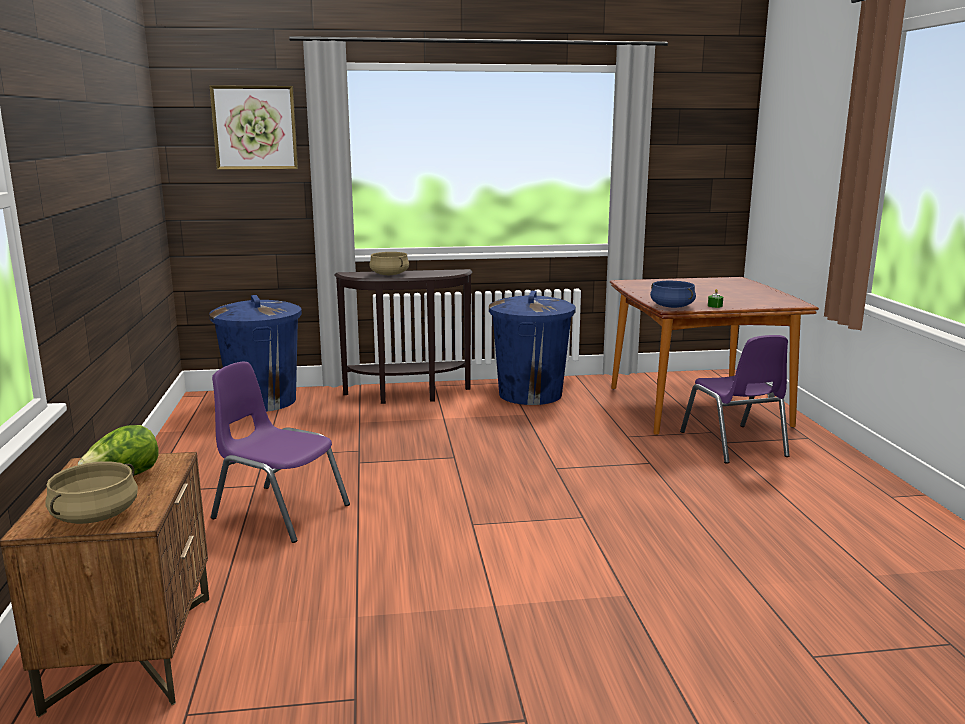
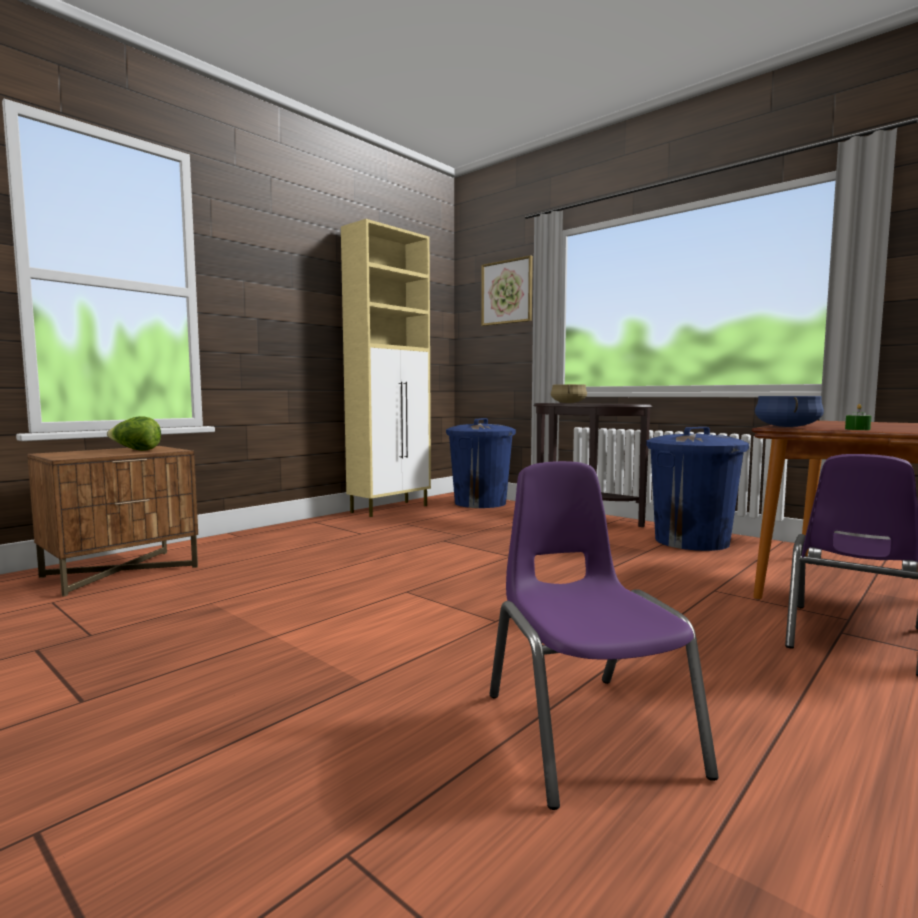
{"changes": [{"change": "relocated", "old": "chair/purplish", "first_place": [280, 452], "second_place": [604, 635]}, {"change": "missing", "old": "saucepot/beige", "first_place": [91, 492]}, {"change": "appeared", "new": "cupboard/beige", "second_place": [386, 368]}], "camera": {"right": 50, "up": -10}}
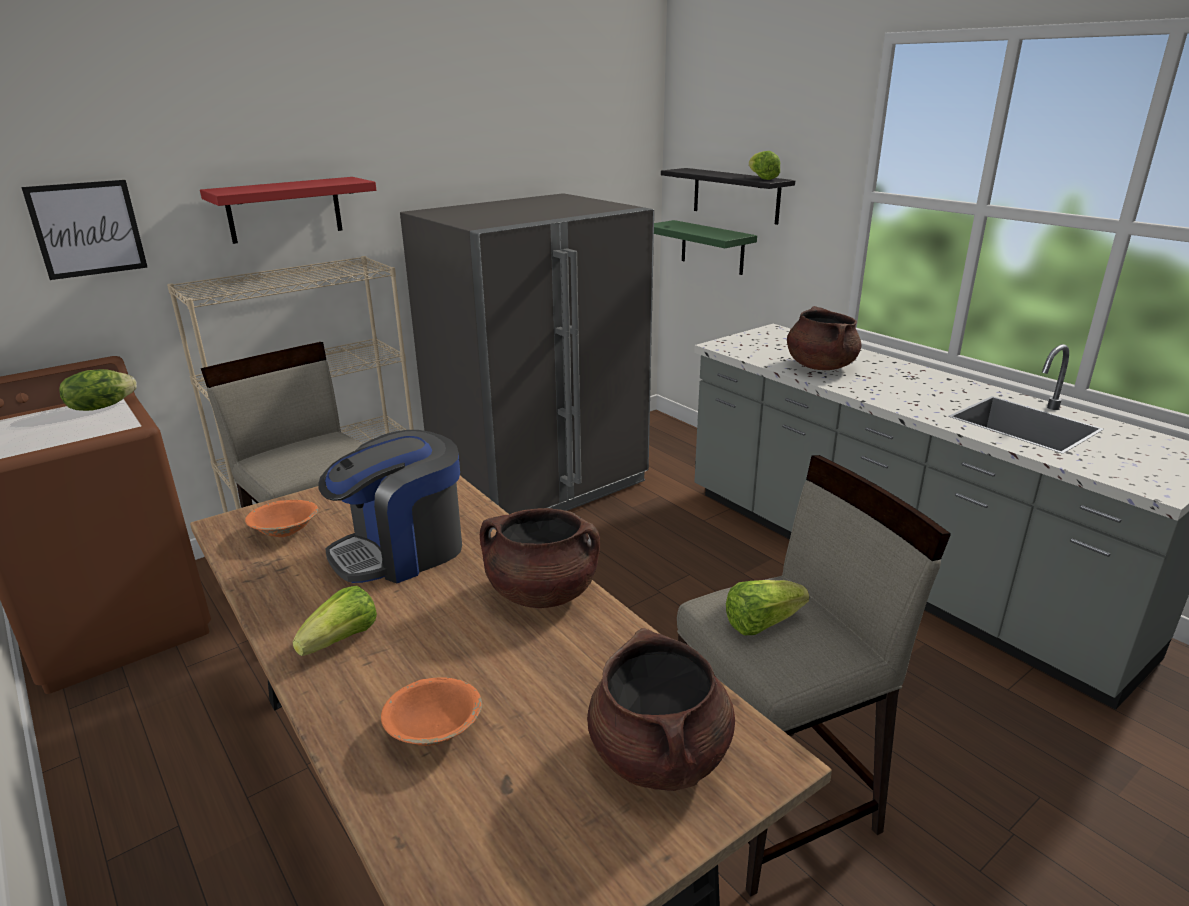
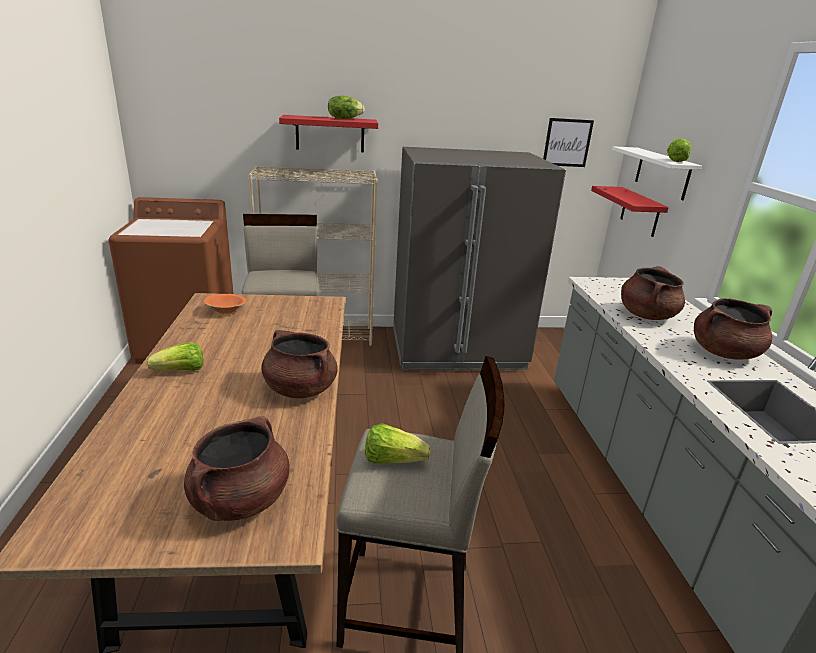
{"changes": [{"change": "colour", "old": "bracket shelf/blackish", "new": "bracket shelf/white", "first_place": [728, 196], "second_place": [657, 173]}, {"change": "relocated", "old": "wall picture", "first_place": [84, 230], "second_place": [568, 142]}, {"change": "colour", "old": "bracket shelf/green", "new": "bracket shelf/red", "first_place": [705, 247], "second_place": [630, 211]}, {"change": "relocated", "old": "lettuce", "first_place": [98, 390], "second_place": [346, 107]}, {"change": "missing", "old": "coffee brewer", "first_place": [390, 506]}, {"change": "missing", "old": "serving bowl/orange-coloured", "first_place": [431, 711]}, {"change": "appeared", "new": "saucepot/brown-coloured", "second_place": [733, 328]}], "camera": {"right": 30, "up": 0}}
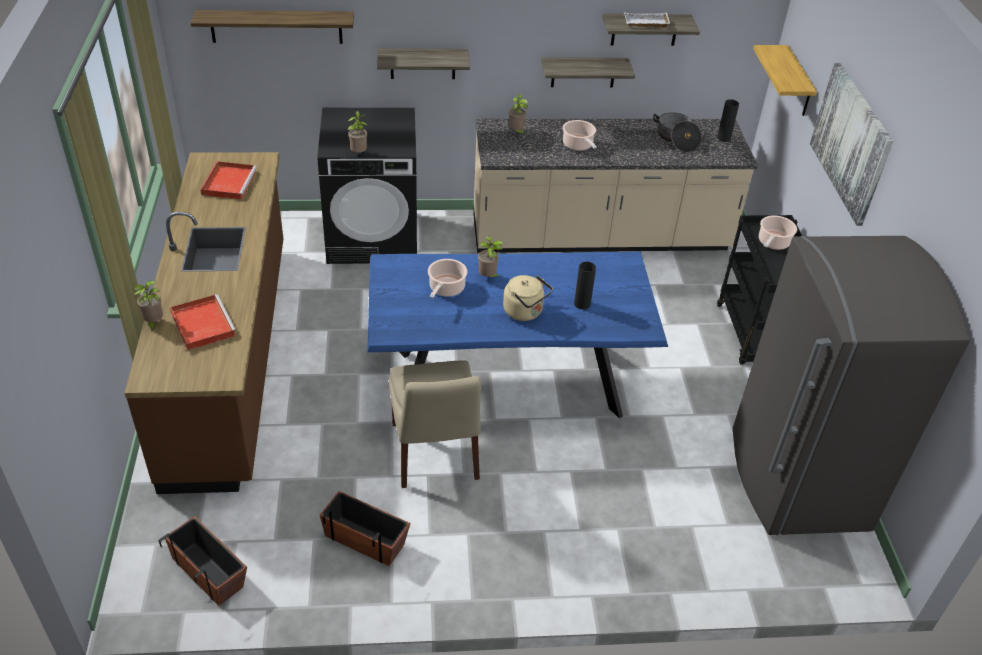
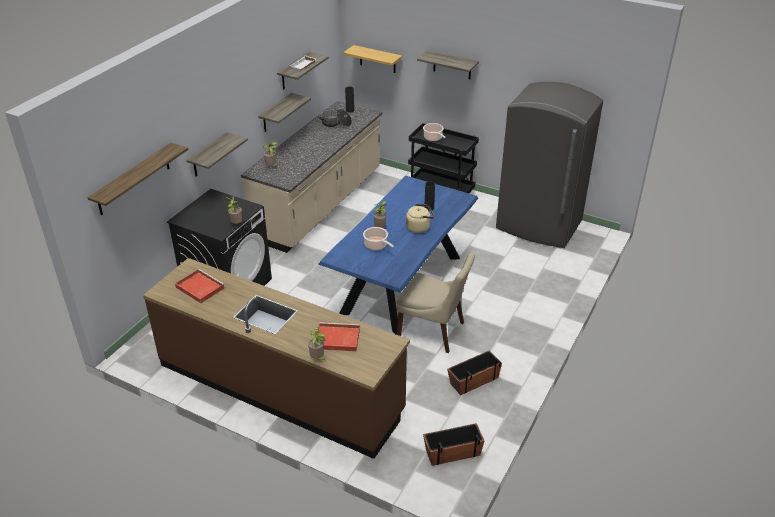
{"changes": [{"change": "exchanged", "old": "wall picture", "new": "bracket shelf", "first_place": [851, 144], "second_place": [448, 64]}, {"change": "missing", "old": "saucepot", "first_place": [580, 135]}], "camera": {"right": -55, "up": -5}}
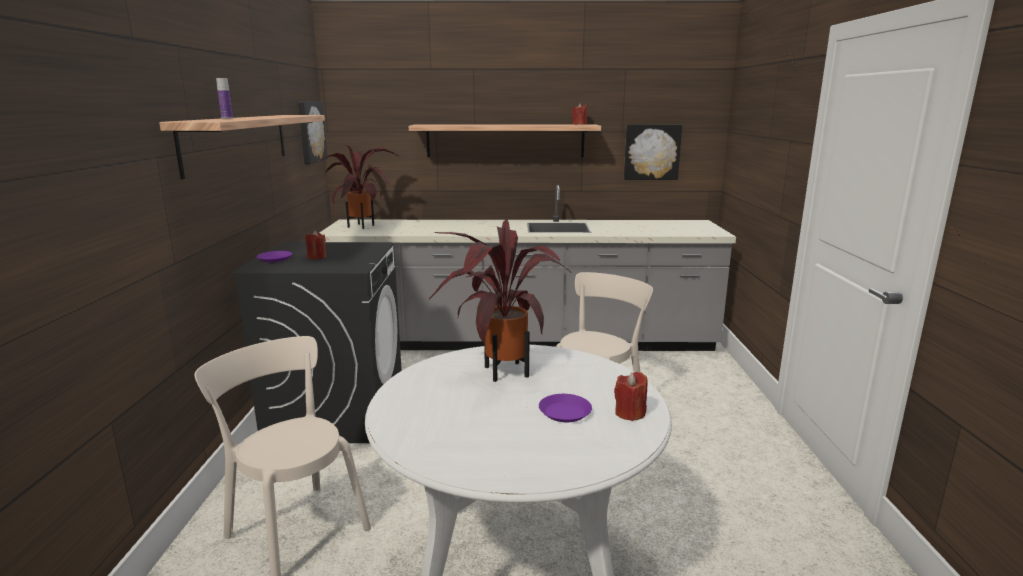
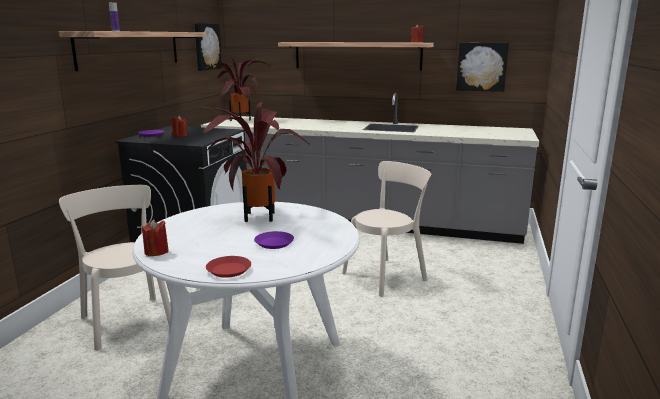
{"changes": [{"change": "relocated", "old": "wax candle/red", "first_place": [630, 396], "second_place": [155, 238]}, {"change": "appeared", "new": "plate/red", "second_place": [228, 267]}], "camera": {"right": 15, "up": 0}}
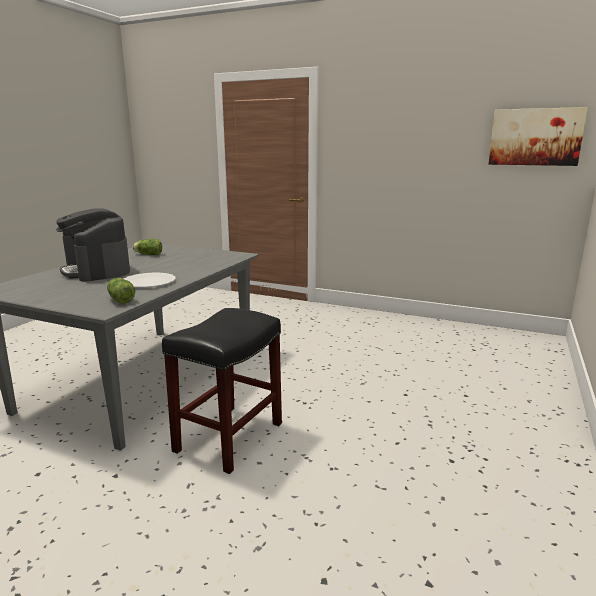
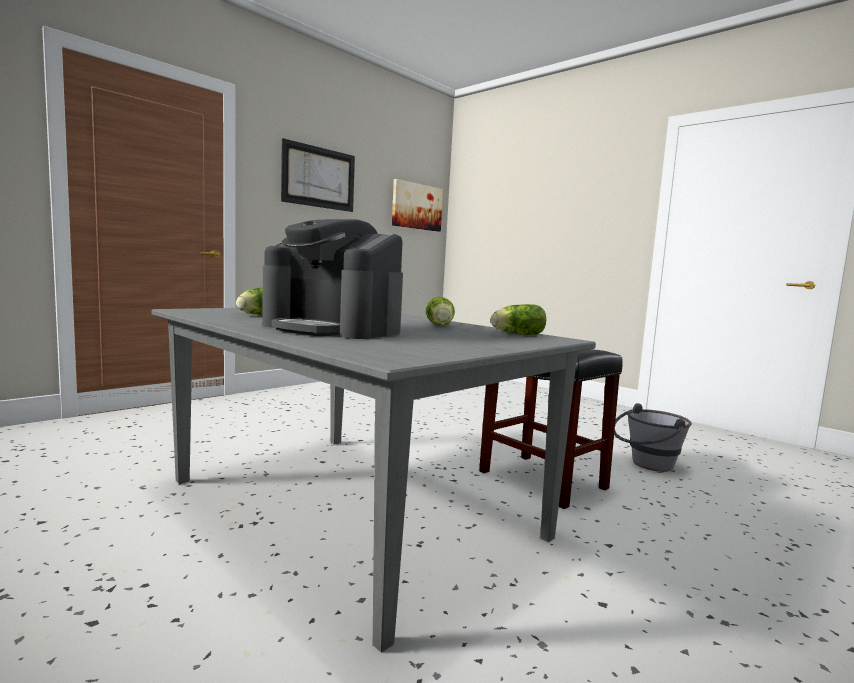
{"changes": [{"change": "spun", "old": "coffee brewer", "first_place": [93, 245], "second_place": [332, 279], "degrees": 45}, {"change": "exchanged", "old": "plate/white", "new": "lettuce", "first_place": [150, 280], "second_place": [440, 311]}, {"change": "appeared", "new": "wall picture", "second_place": [318, 175]}, {"change": "appeared", "new": "pail/grey", "second_place": [653, 437]}], "camera": {"right": -70, "up": -10}}
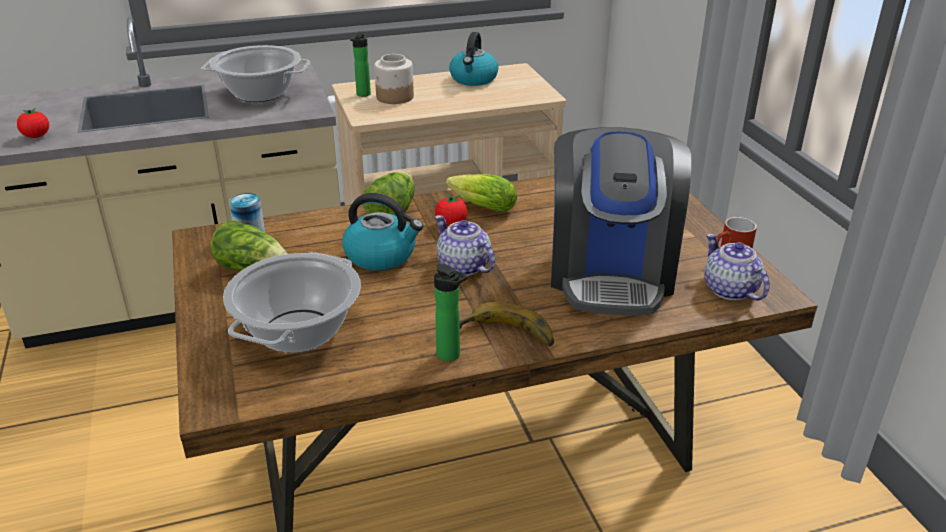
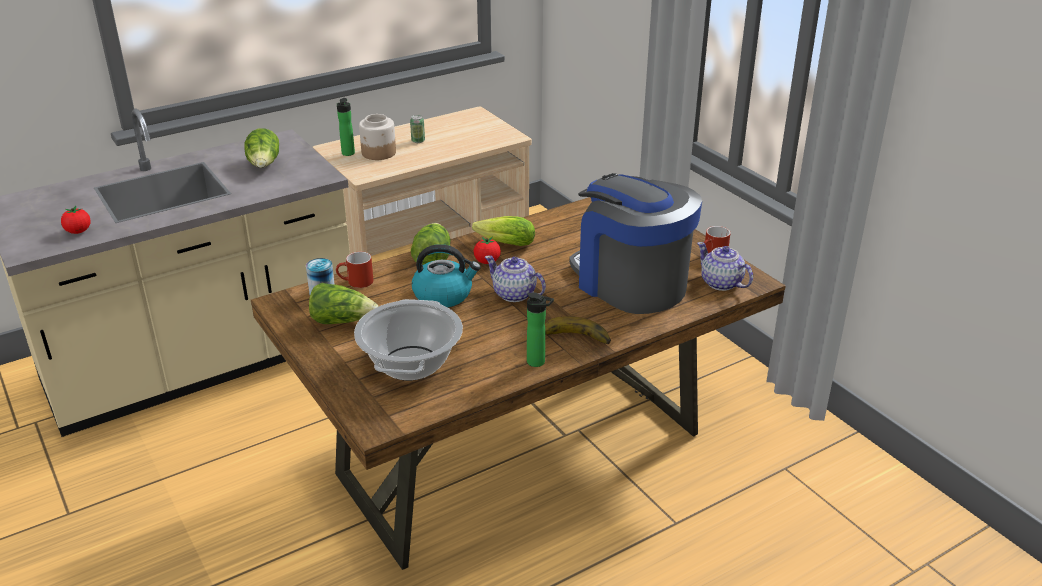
{"changes": [{"change": "missing", "old": "kettle", "first_place": [473, 59]}, {"change": "exchanged", "old": "saucepot", "new": "lettuce", "first_place": [255, 73], "second_place": [261, 148]}, {"change": "spun", "old": "coffee brewer", "first_place": [621, 221], "second_place": [635, 243], "degrees": 150}, {"change": "appeared", "new": "sealed can", "second_place": [417, 129]}, {"change": "appeared", "new": "tea mug/red", "second_place": [354, 270]}], "camera": {"right": -15, "up": 0}}
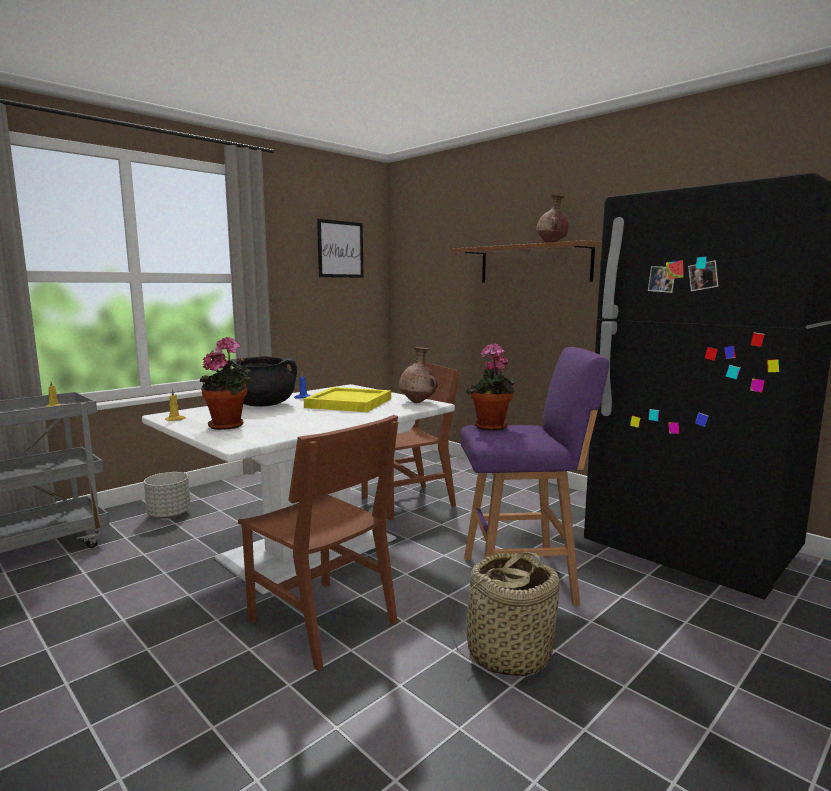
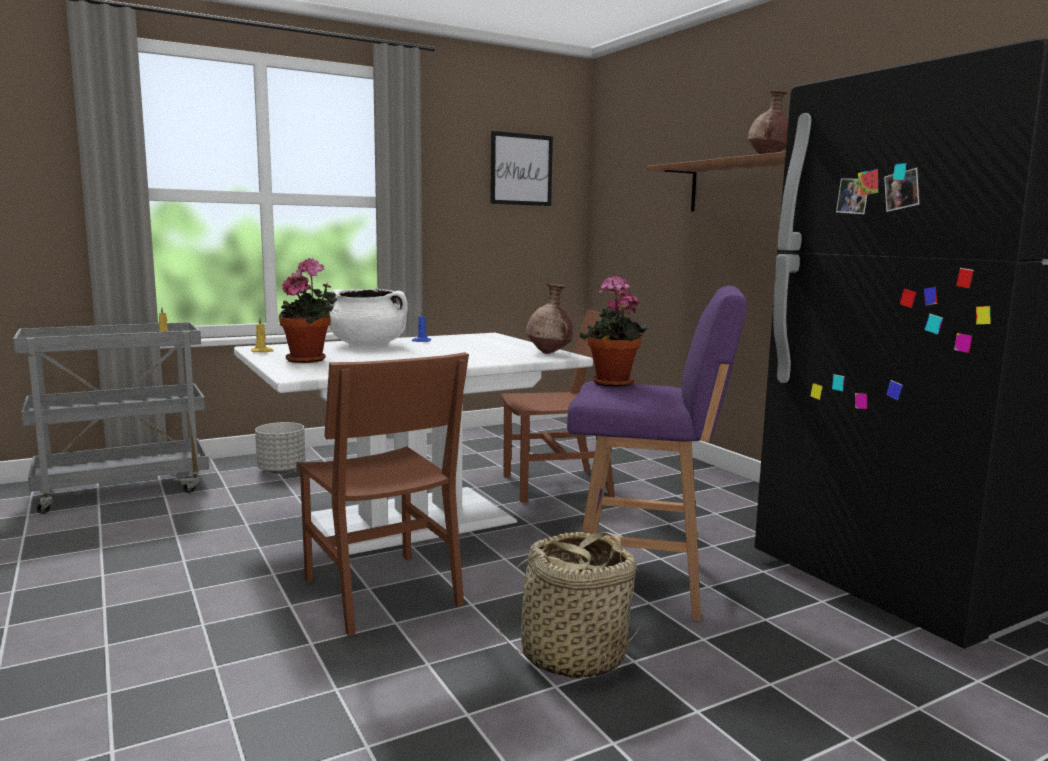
{"changes": [{"change": "colour", "old": "saucepot/blackish", "new": "saucepot/white", "first_place": [261, 381], "second_place": [368, 317]}, {"change": "missing", "old": "tray/yellow", "first_place": [347, 399]}], "camera": {"right": 15, "up": 0}}
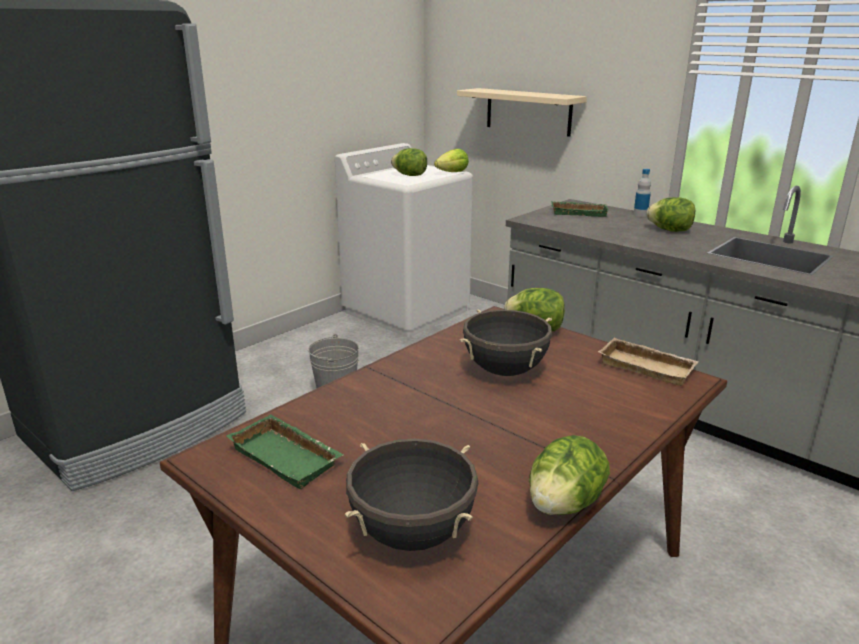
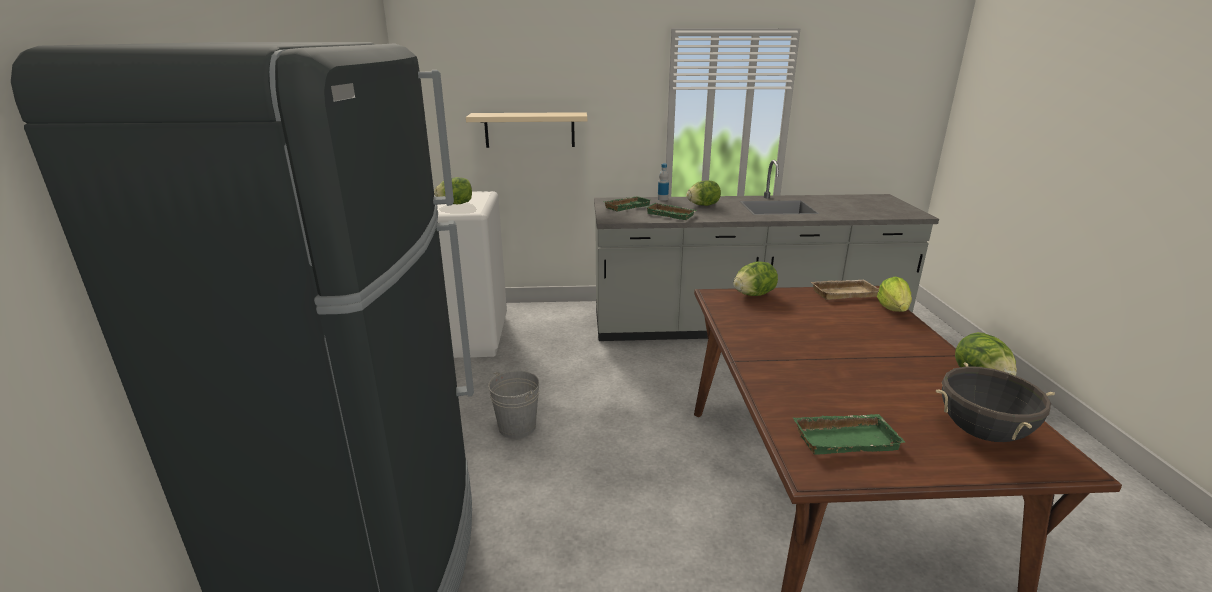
{"changes": [{"change": "relocated", "old": "lettuce", "first_place": [451, 160], "second_place": [894, 294]}, {"change": "missing", "old": "saucepot/blackish", "first_place": [506, 343]}, {"change": "appeared", "new": "tray/green", "second_place": [671, 211]}], "camera": {"right": -45, "up": 0}}
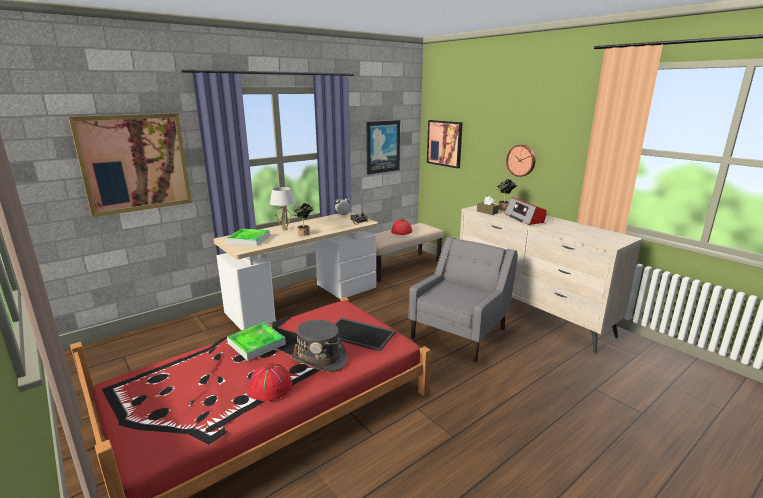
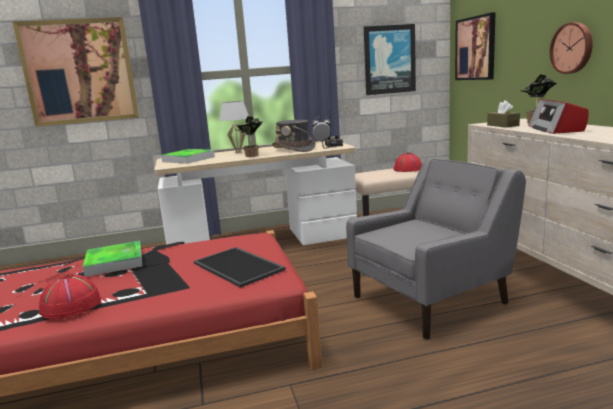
{"changes": [{"change": "relocated", "old": "clothing hat/grey", "first_place": [319, 346], "second_place": [294, 136]}], "camera": {"right": 25, "up": -5}}
